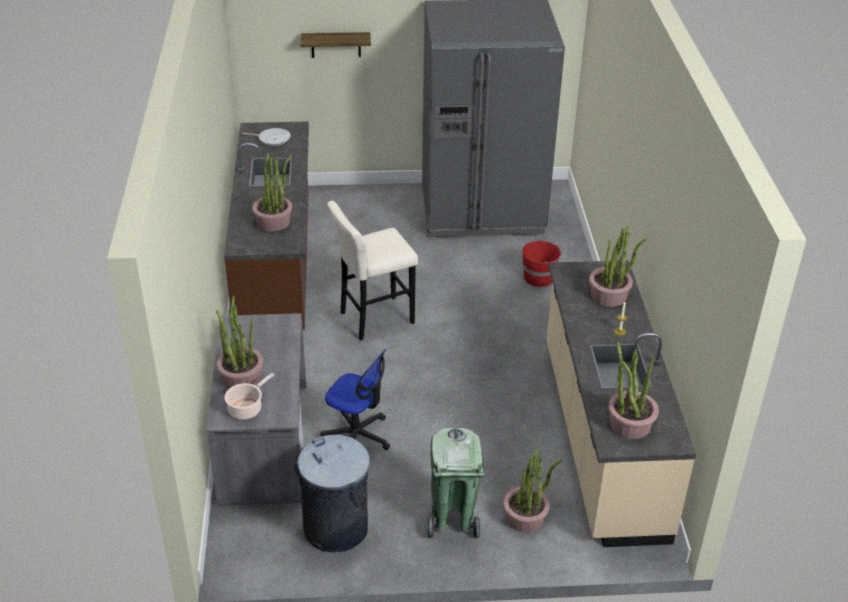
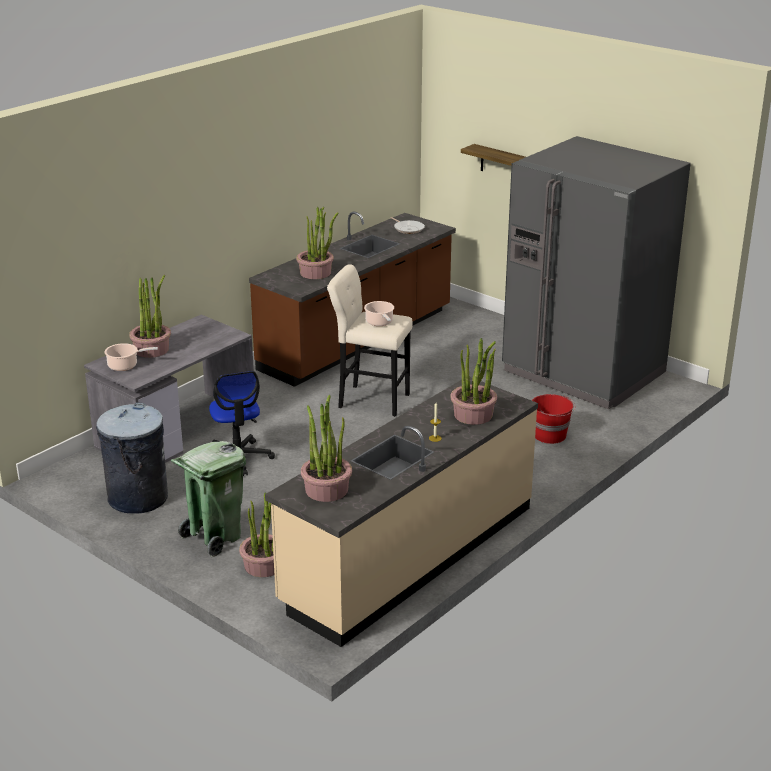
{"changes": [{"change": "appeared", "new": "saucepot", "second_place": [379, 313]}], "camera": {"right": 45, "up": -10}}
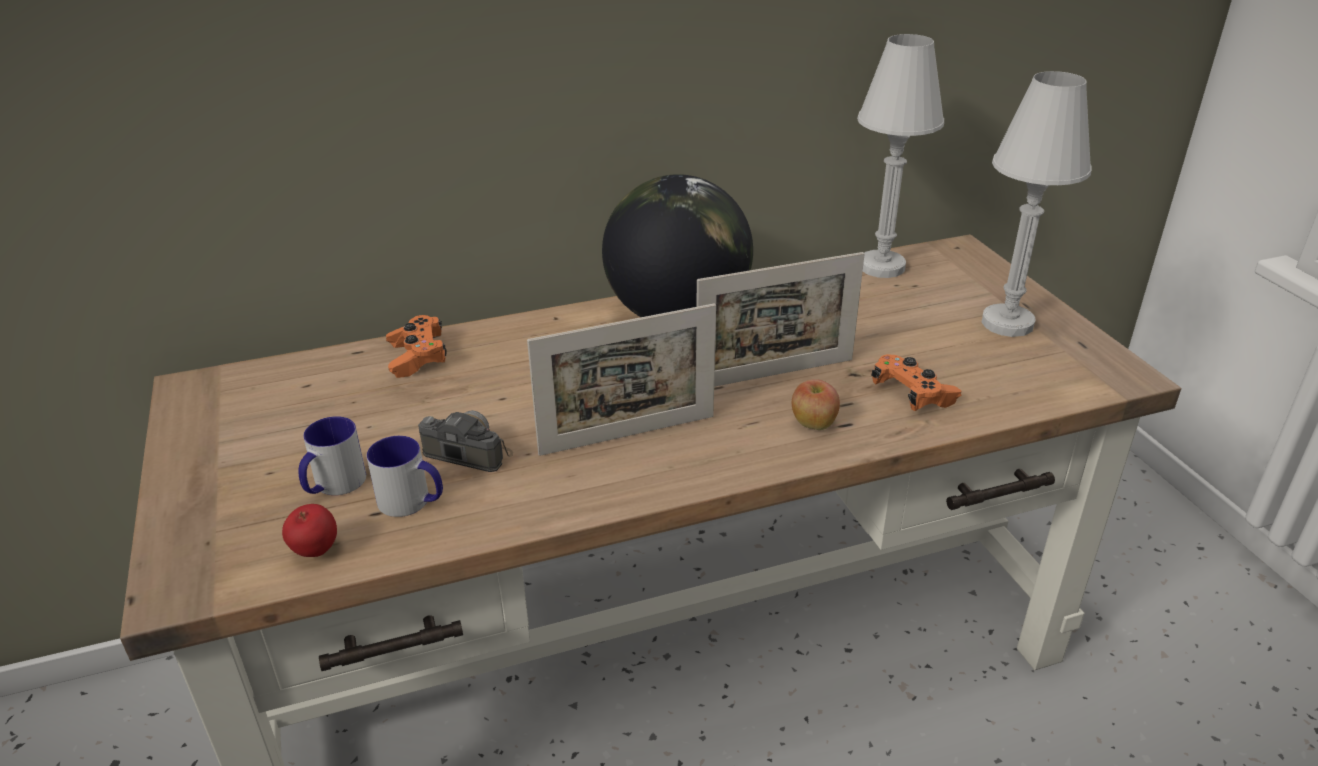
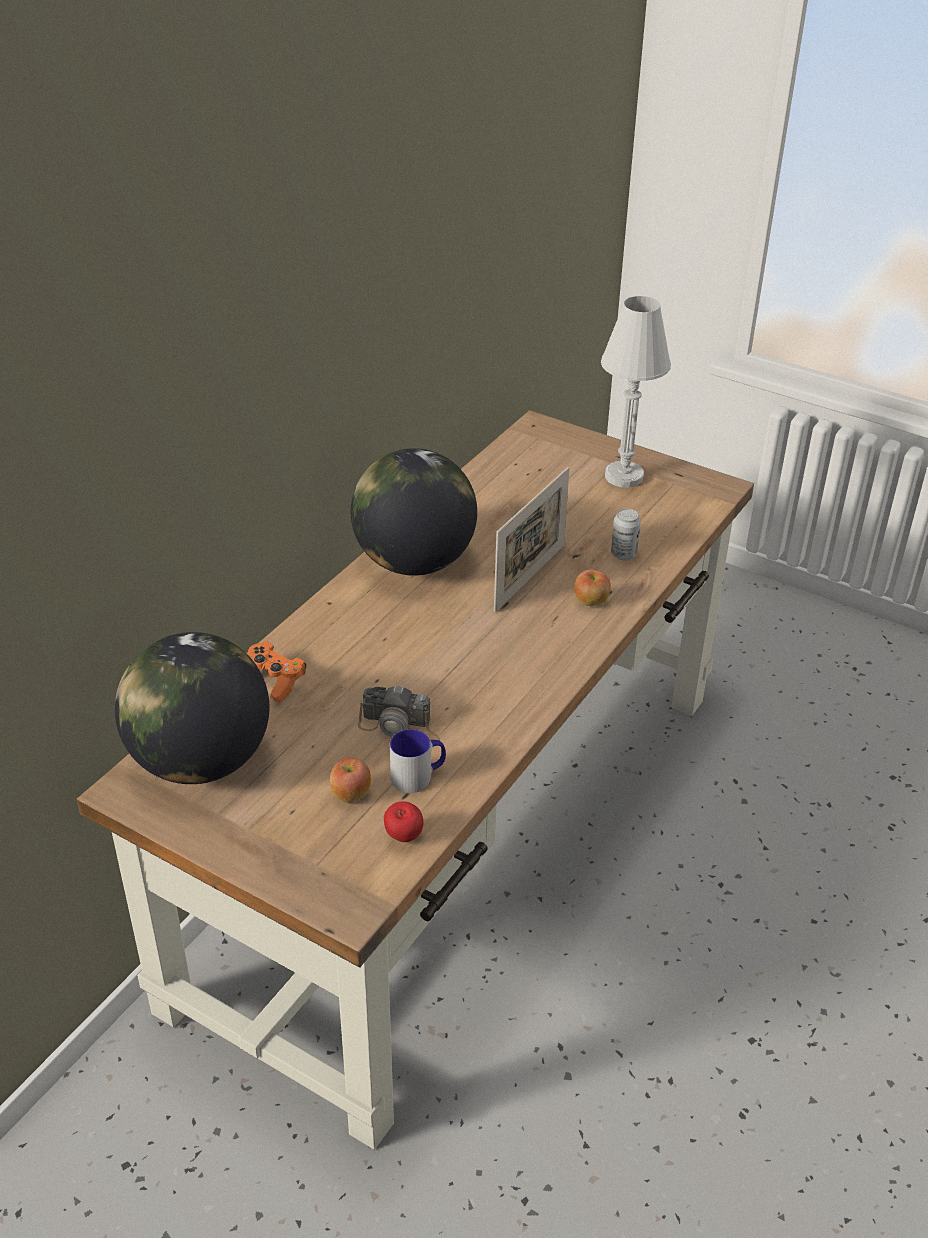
{"changes": [{"change": "missing", "old": "lamp for a table/white", "first_place": [900, 156]}, {"change": "missing", "old": "picture frame", "first_place": [621, 379]}, {"change": "exchanged", "old": "gamepad/orange-coloured", "new": "sealed can", "first_place": [917, 382], "second_place": [626, 534]}, {"change": "spun", "old": "still camera", "first_place": [465, 441], "second_place": [399, 713], "degrees": -150}, {"change": "exchanged", "old": "tea mug", "new": "apple", "first_place": [332, 455], "second_place": [350, 780]}, {"change": "appeared", "new": "globe", "second_place": [192, 708]}], "camera": {"right": -40, "up": 5}}
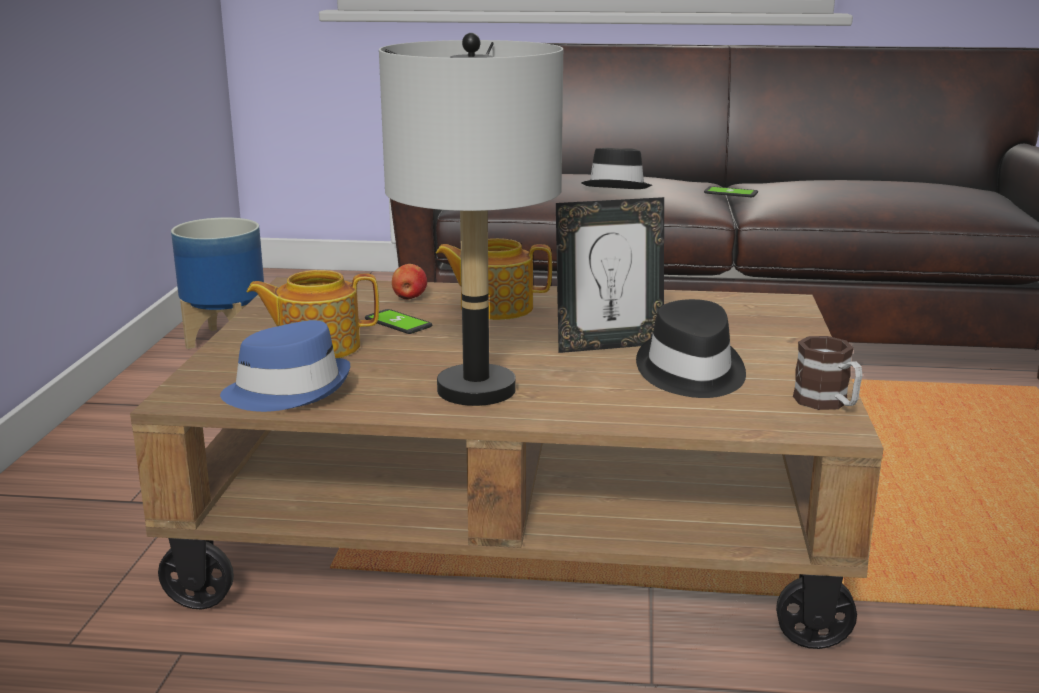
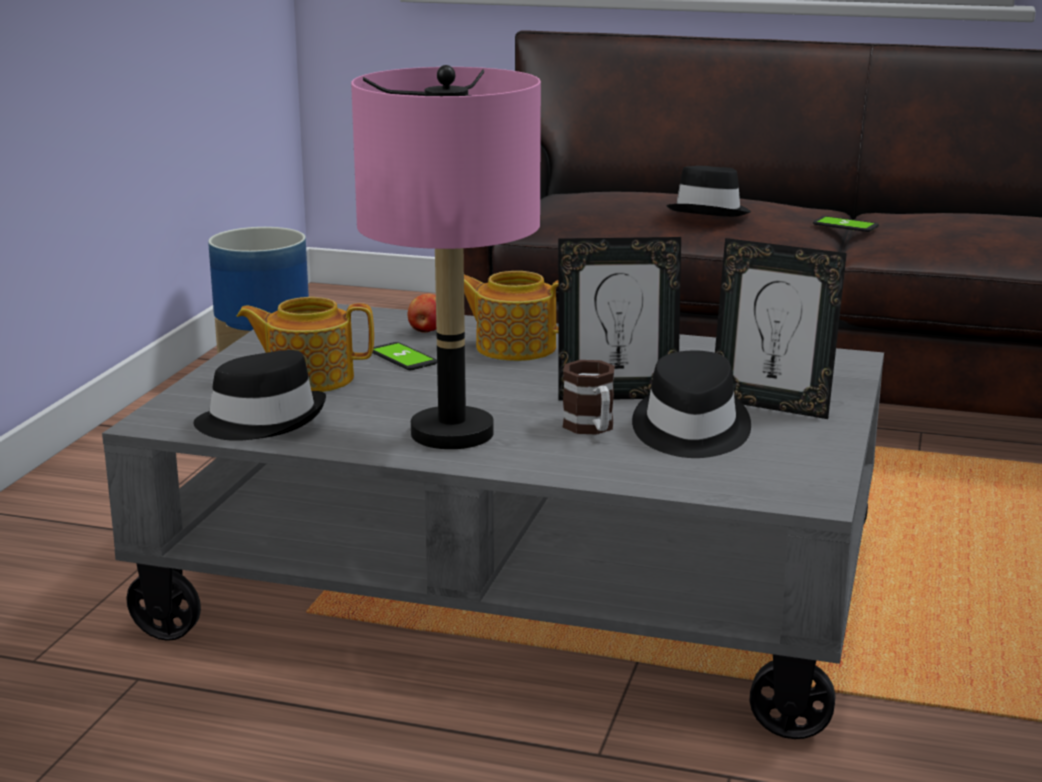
{"changes": [{"change": "colour", "old": "lamp for a table/grey", "new": "lamp for a table/pink", "first_place": [471, 219], "second_place": [446, 257]}, {"change": "colour", "old": "lounge table/brown-coloured", "new": "lounge table/grey", "first_place": [507, 463], "second_place": [493, 521]}, {"change": "colour", "old": "clothing hat/bluish", "new": "clothing hat/blackish", "first_place": [285, 366], "second_place": [259, 395]}, {"change": "relocated", "old": "tea mug", "first_place": [828, 373], "second_place": [588, 397]}, {"change": "appeared", "new": "picture frame", "second_place": [781, 328]}], "camera": {"right": 10, "up": 0}}
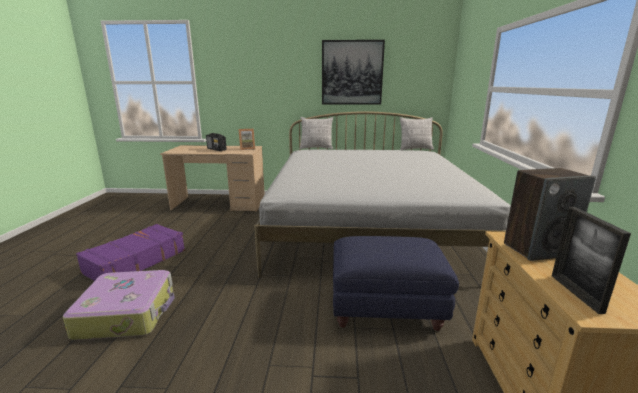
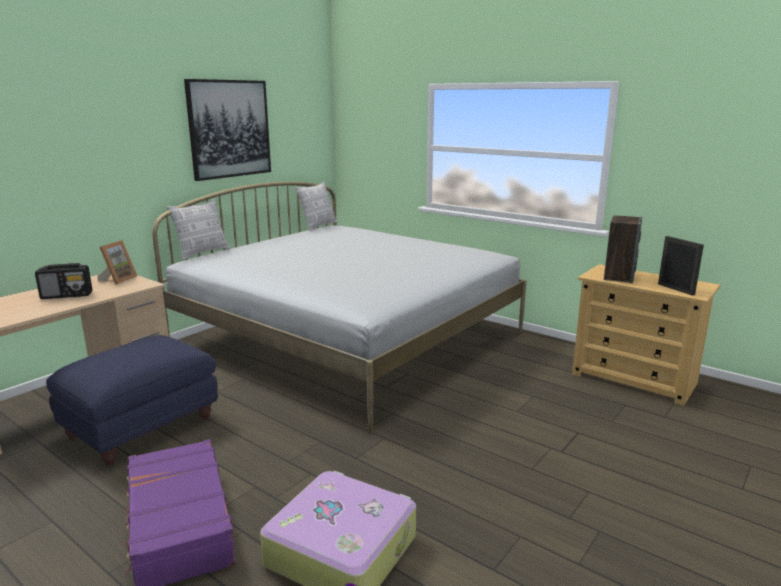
{"changes": [{"change": "spun", "old": "picture frame", "first_place": [591, 260], "second_place": [681, 266], "degrees": -150}, {"change": "relocated", "old": "ottoman/bluish", "first_place": [396, 283], "second_place": [132, 400]}], "camera": {"right": -55, "up": 0}}
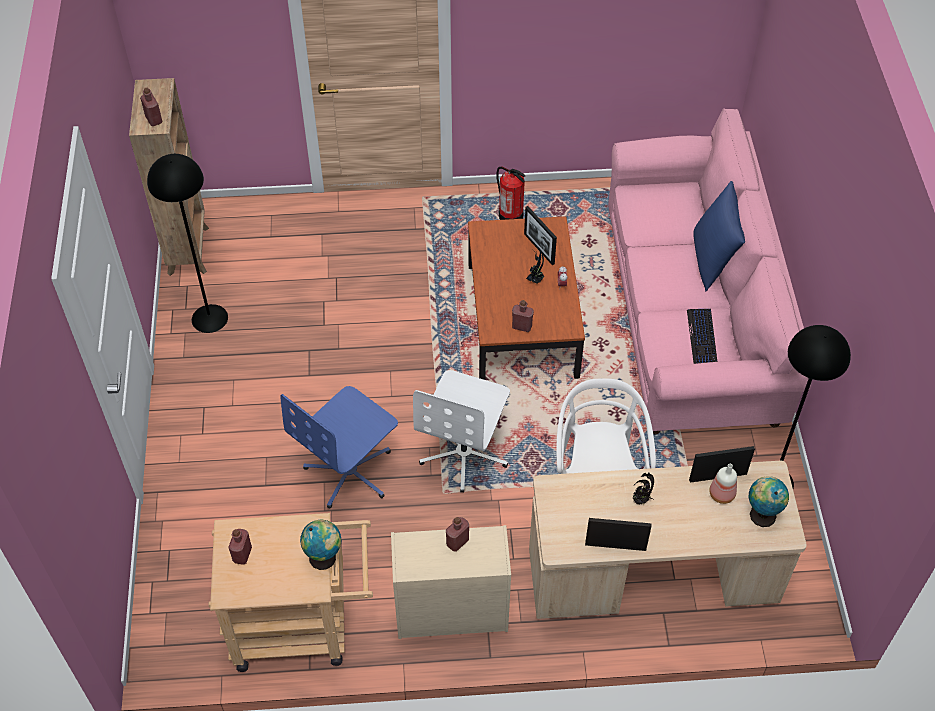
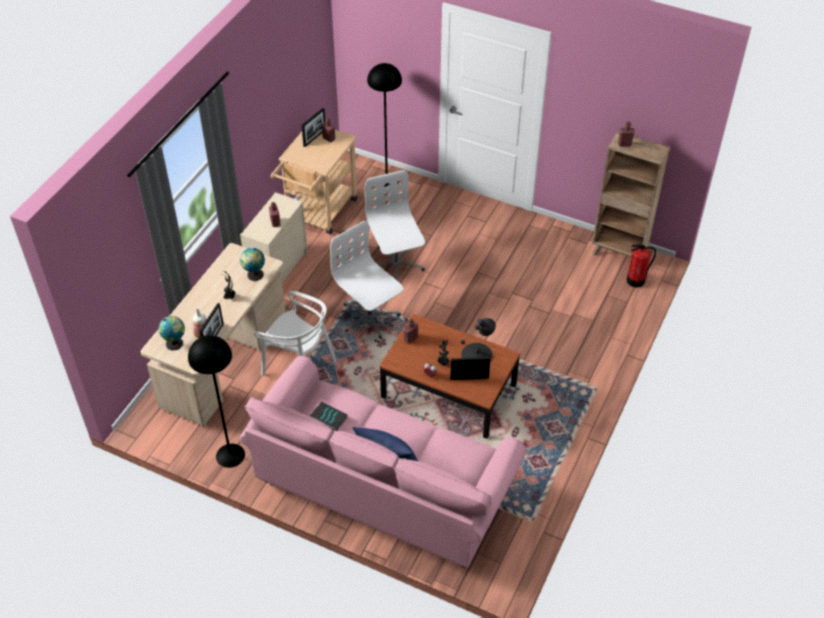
{"changes": [{"change": "relocated", "old": "standard lamp/blackish", "first_place": [187, 243], "second_place": [384, 125]}, {"change": "relocated", "old": "fire-fighting cylinder", "first_place": [510, 193], "second_place": [641, 266]}, {"change": "exchanged", "old": "PC keyboard", "new": "bound book", "first_place": [702, 336], "second_place": [328, 416]}, {"change": "colour", "old": "computer chair/bluish", "new": "computer chair/white", "first_place": [339, 447], "second_place": [395, 225]}, {"change": "relocated", "old": "picture frame", "first_place": [618, 534], "second_place": [313, 127]}, {"change": "relocated", "old": "globe", "first_place": [321, 544], "second_place": [252, 264]}, {"change": "appeared", "new": "lamp for a table/blackish", "second_place": [478, 340]}], "camera": {"right": 120, "up": -5}}
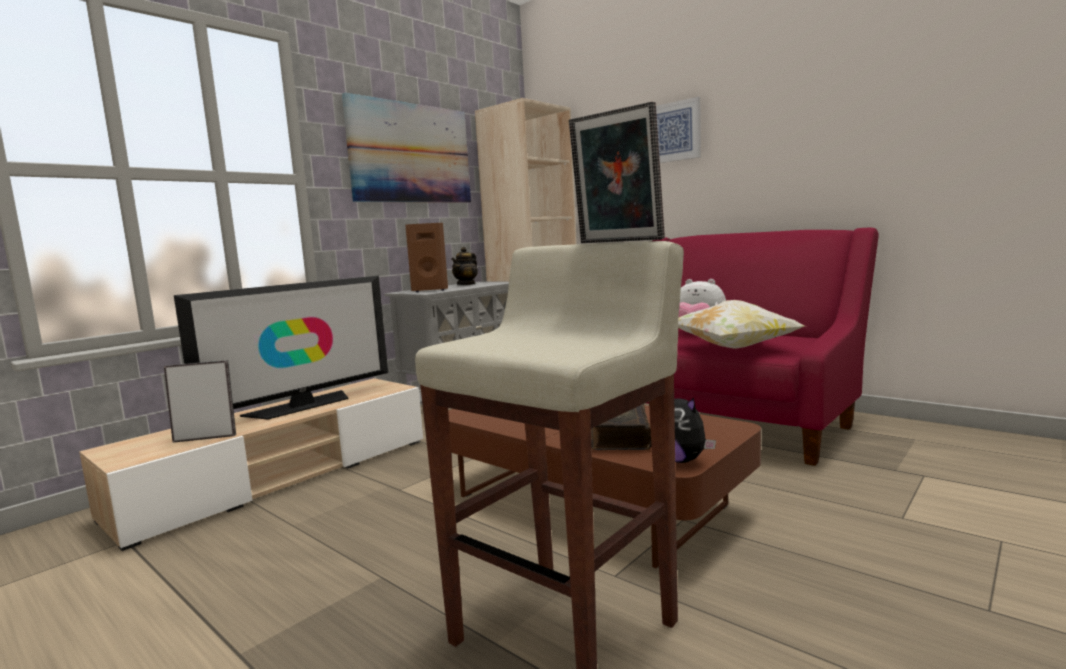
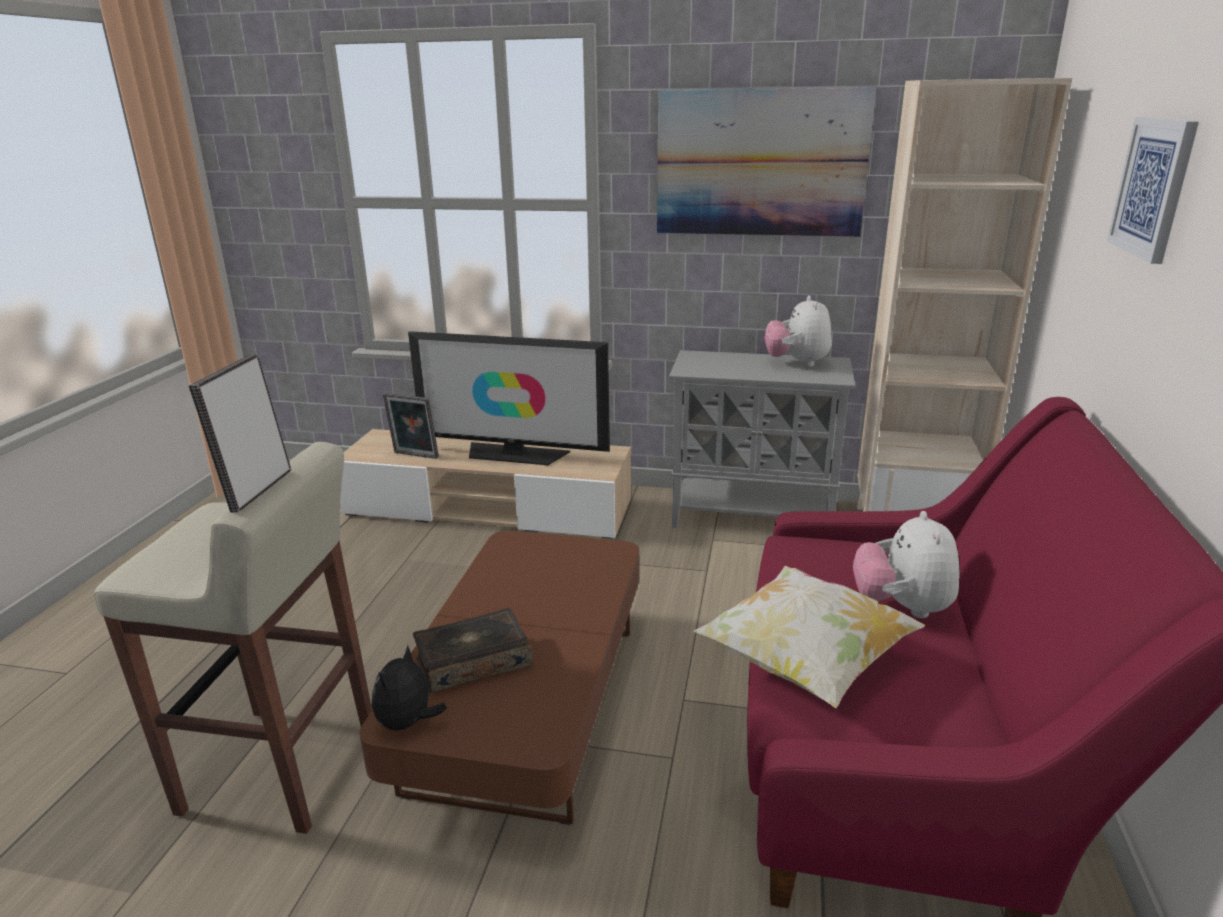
{"changes": [{"change": "missing", "old": "audio speaker/brown-coloured", "first_place": [426, 257]}, {"change": "exchanged", "old": "pot for tea", "new": "cuddly toy", "first_place": [464, 266], "second_place": [798, 331]}, {"change": "spun", "old": "picture frame", "first_place": [200, 401], "second_place": [411, 426], "degrees": 150}], "camera": {"right": 60, "up": 15}}
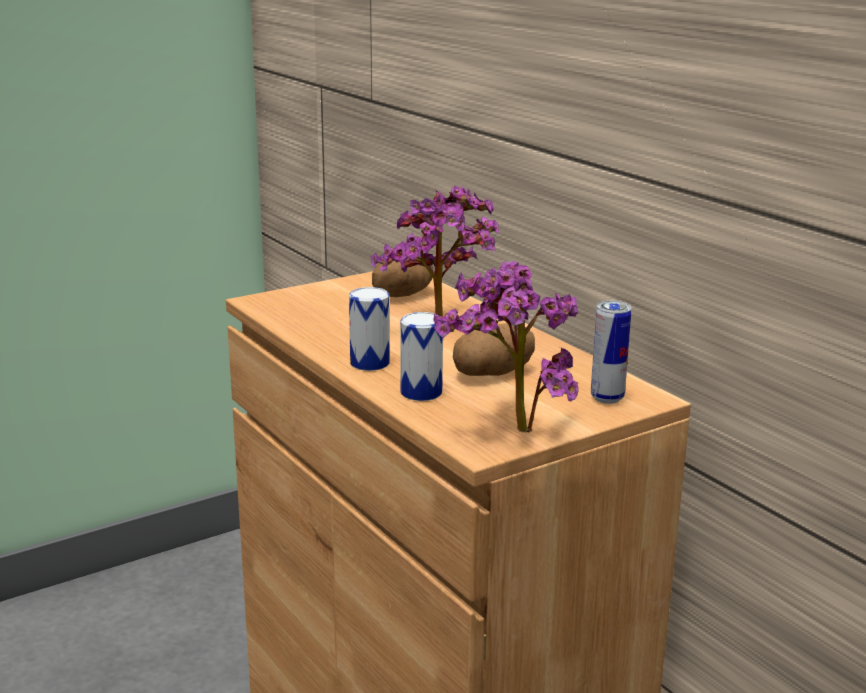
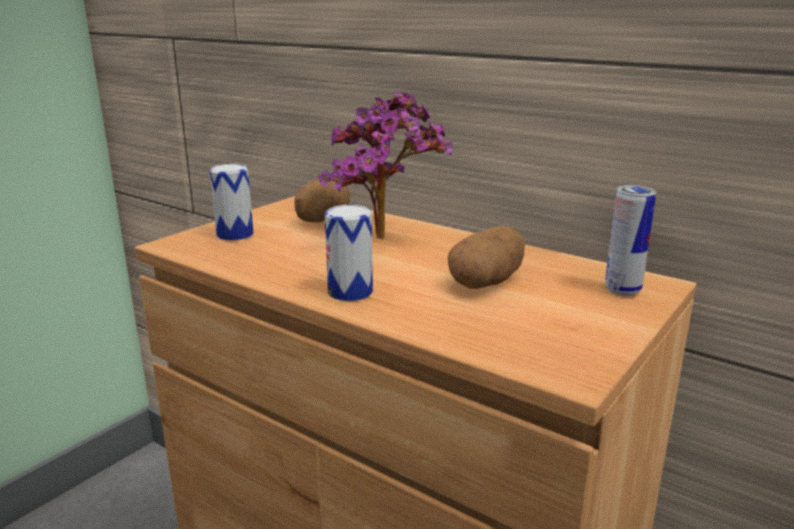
{"changes": [{"change": "missing", "old": "houseplant", "first_place": [506, 346]}, {"change": "relocated", "old": "sealed can", "first_place": [421, 356], "second_place": [231, 202]}], "camera": {"right": -20, "up": 0}}
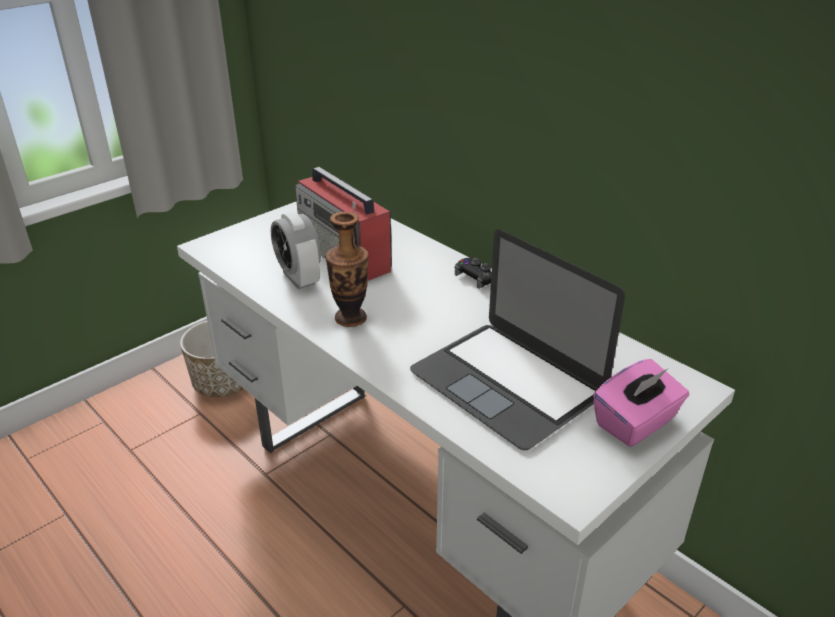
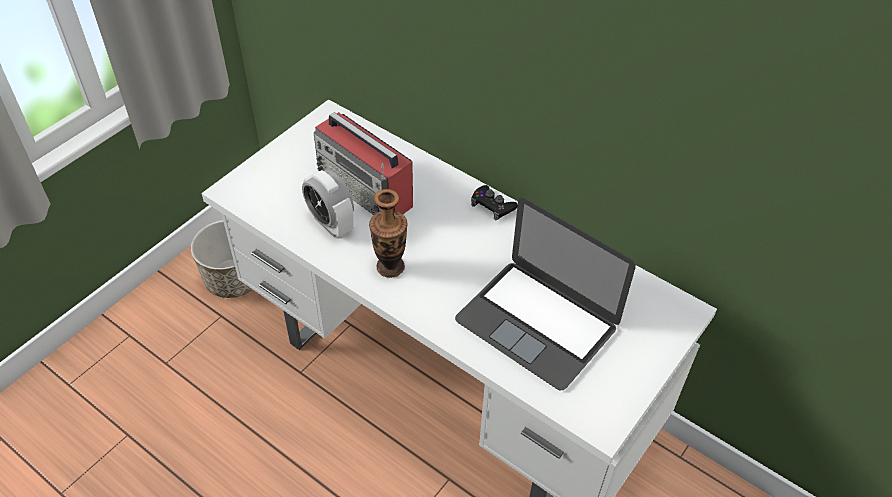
{"changes": [{"change": "missing", "old": "tissue box/pink", "first_place": [641, 403]}], "camera": {"right": -10, "up": 15}}
